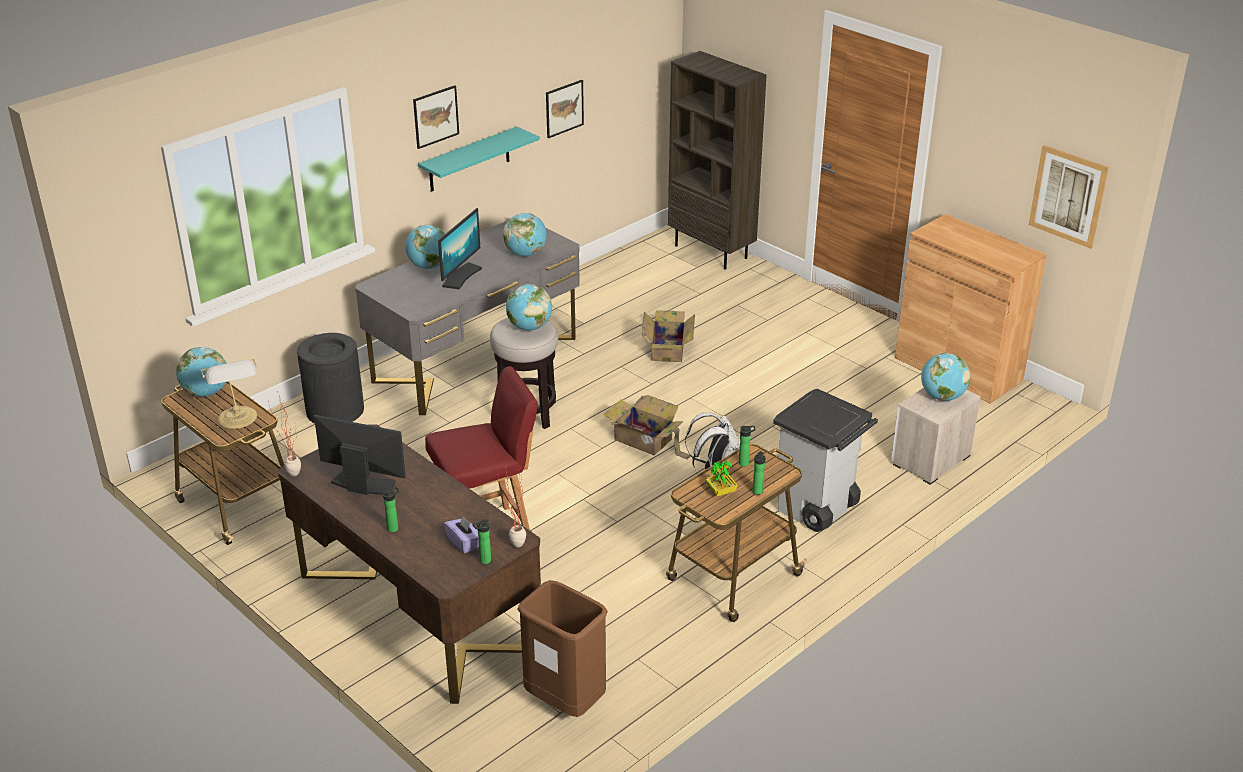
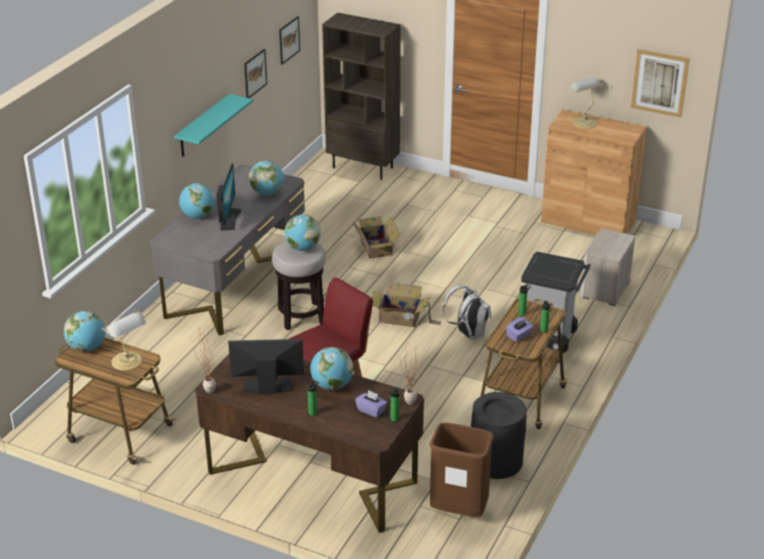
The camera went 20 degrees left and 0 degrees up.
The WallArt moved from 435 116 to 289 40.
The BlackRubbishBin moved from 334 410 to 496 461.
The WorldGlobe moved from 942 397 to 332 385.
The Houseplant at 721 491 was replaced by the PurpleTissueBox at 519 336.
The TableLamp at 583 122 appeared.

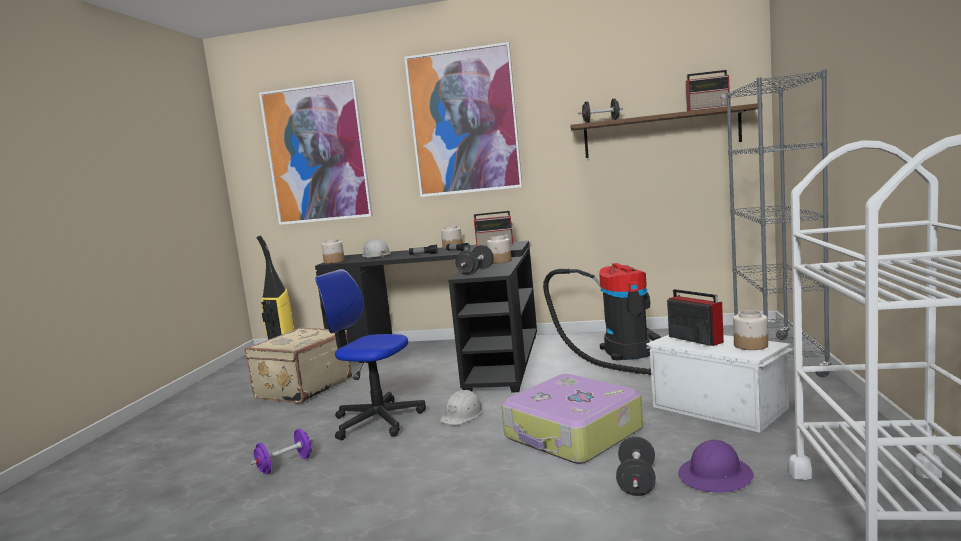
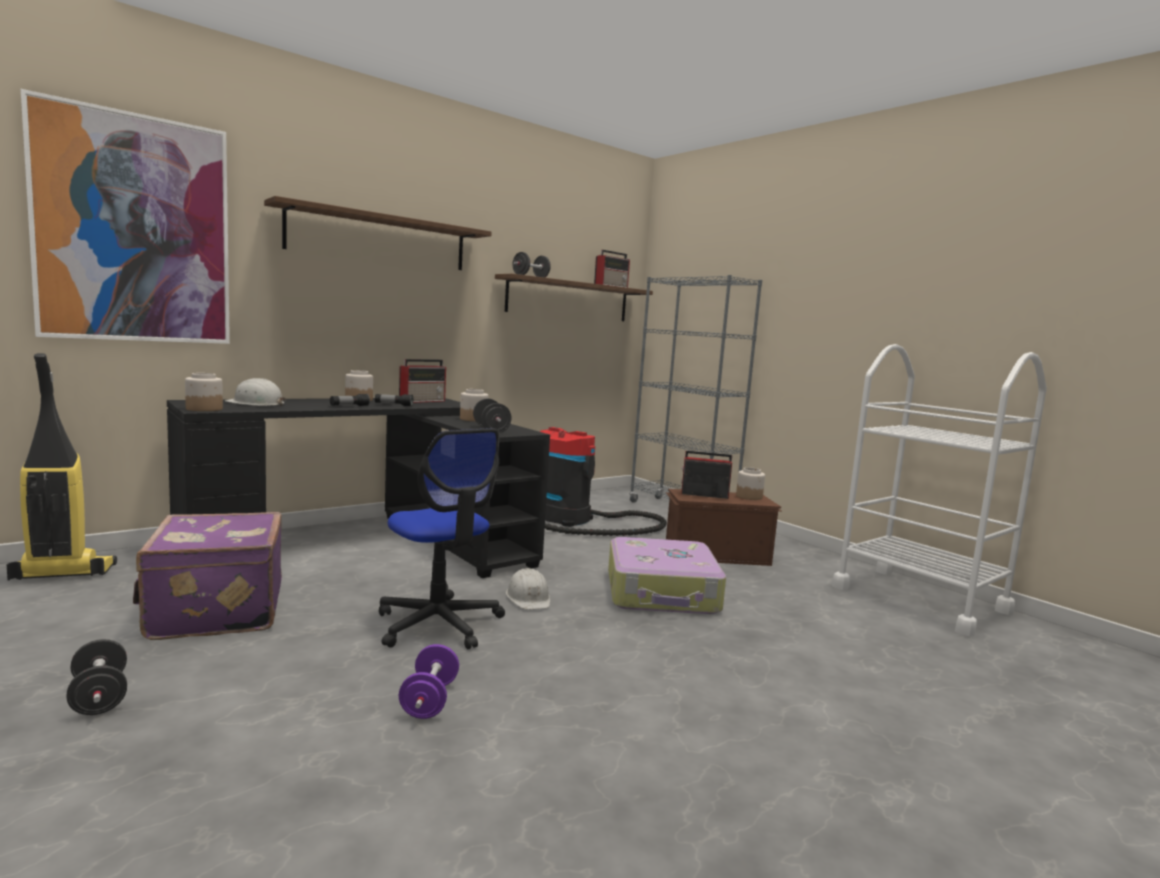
The camera went 50 degrees left and 0 degrees up.
The WallArt at 464 122 was replaced by the Shelf at 379 239.
The OfficeChair at 377 420 turned 105 degrees counterclockwise.
The SandColouredTravelCase at 302 388 became the PurpleTravelCase at 214 611.
The WhiteStorageContainer at 718 406 became the BrownishStorageContainer at 715 552.
The BlackFreeWeight moved from 637 482 to 99 697.
The PurpleSafetyHelmet at 716 476 disappeared.

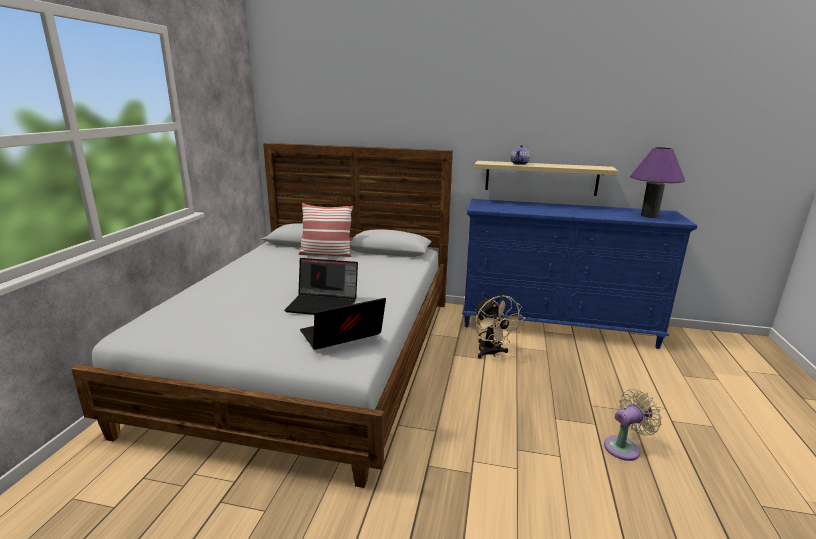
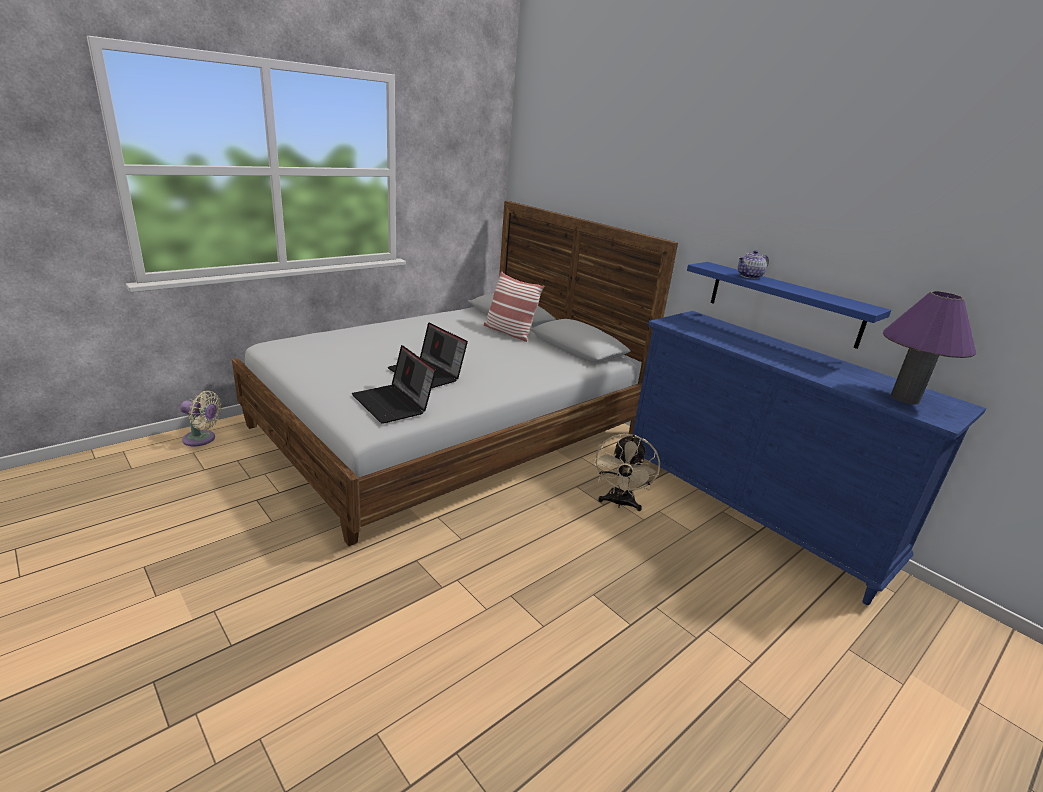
The camera went 35 degrees right and 5 degrees up.
The SandColouredShelf at 541 178 became the BluishShelf at 783 303.
The PortableComputer at 341 336 turned 135 degrees counterclockwise.
The SandColouredFan moved from 624 447 to 202 439.

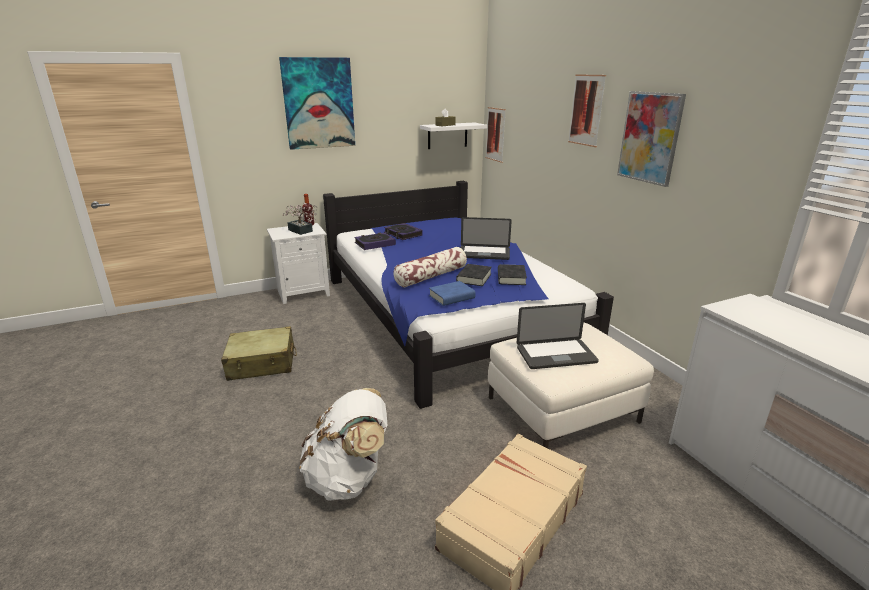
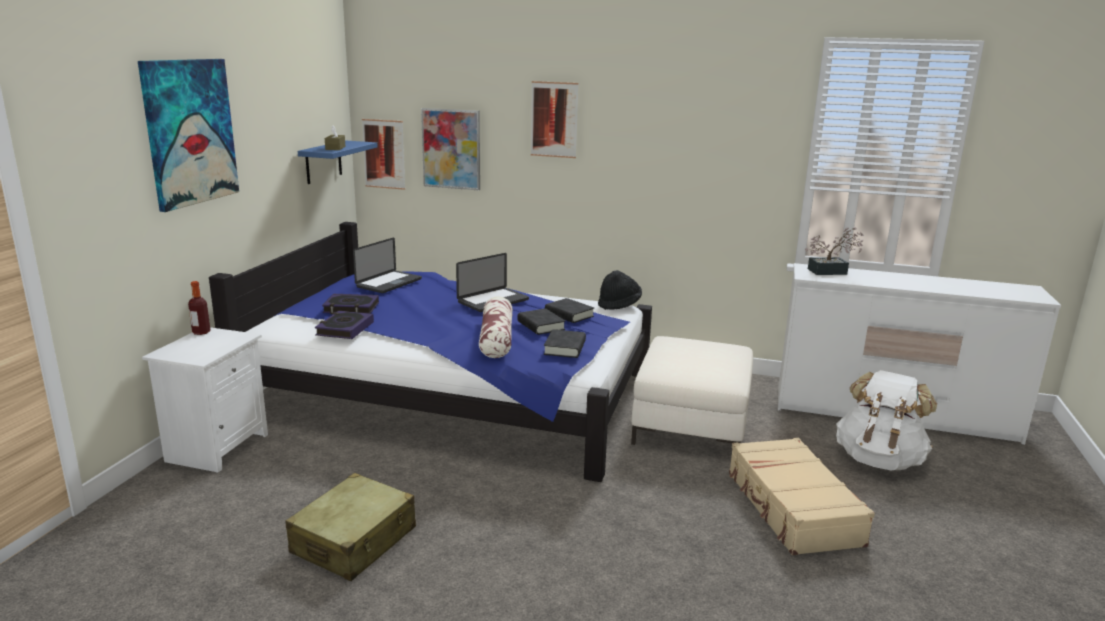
The camera went 50 degrees left and 5 degrees down.
The WallArt moved from 650 138 to 451 149.
The WhiteShelf at 447 135 became the BluishShelf at 323 162.
The Houseplant moved from 301 231 to 831 271.
The BluishBoundBook at 452 297 became the BlackBoundBook at 565 348.
The PortableComputer moved from 556 355 to 389 283.
The WhiteRucksack moved from 349 478 to 879 460.
The BlackClothingHat at 619 305 appeared.

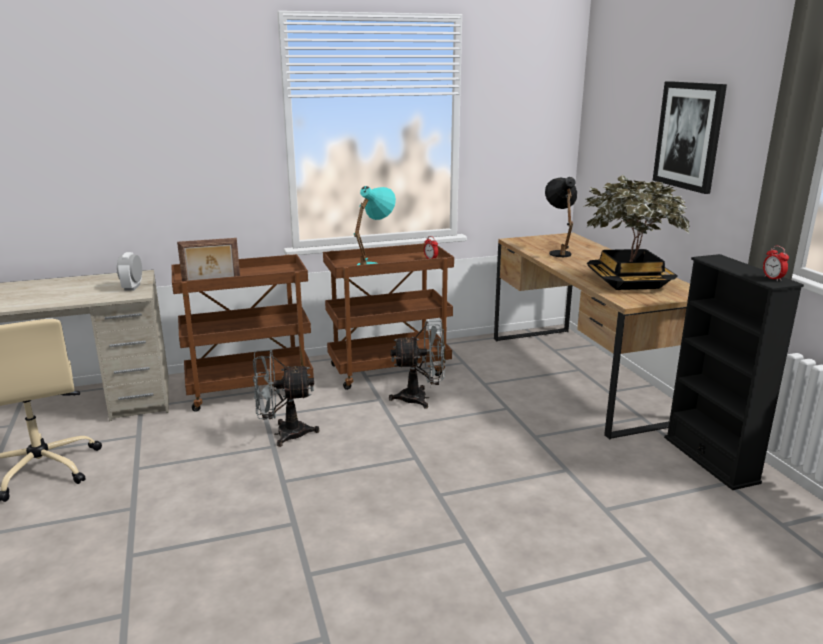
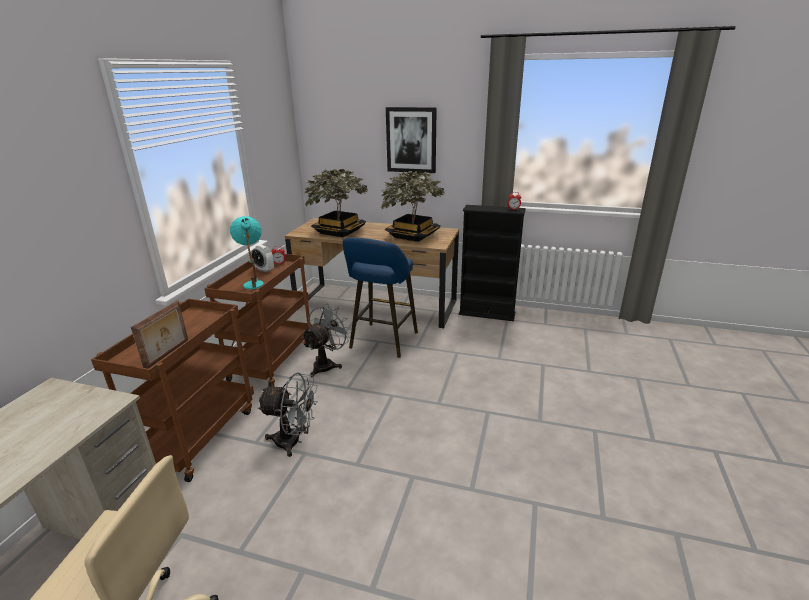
The camera went 55 degrees left and 5 degrees up.
The BlackTableLamp at 559 252 was replaced by the Houseplant at 339 232.
The BedsideClock moved from 132 287 to 264 270.
The GreyFan at 283 434 turned 105 degrees counterclockwise.
The BluishStool at 382 342 appeared.

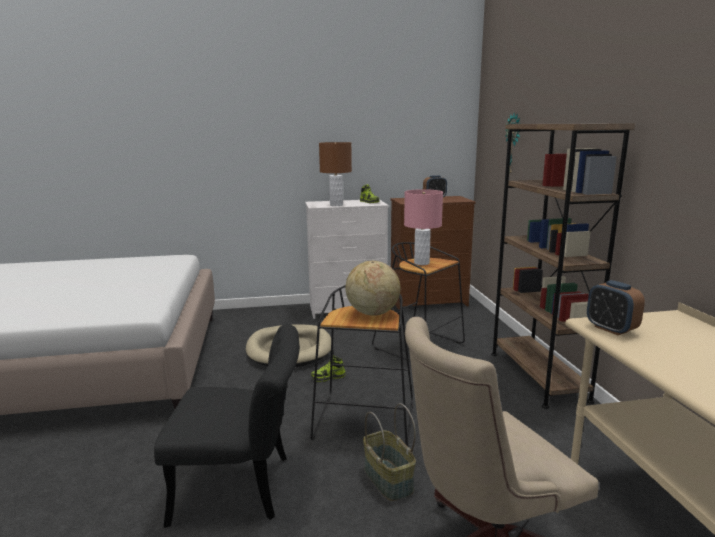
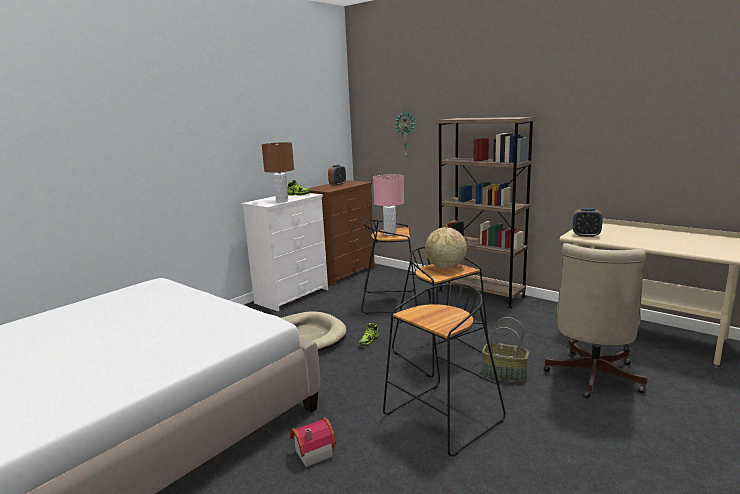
The camera went 40 degrees left and 0 degrees up.
The BlackUprightChair at 243 488 was replaced by the BlackStool at 442 419.
The MiniatureHouse at 311 452 appeared.

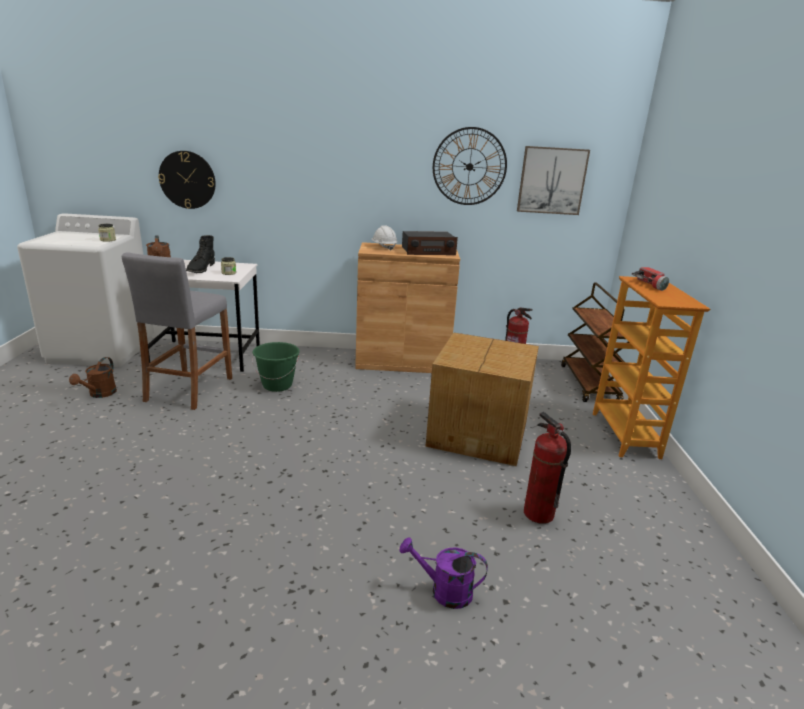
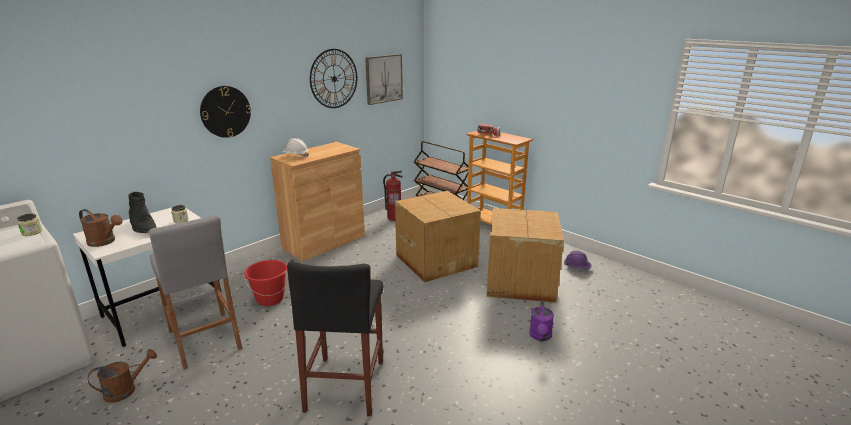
The camera went 45 degrees left and 0 degrees up.
The HangingClock moved from 187 180 to 225 111.
The RadioSet at 428 251 disappeared.
The GreenPail at 277 385 became the ReddishPail at 270 299.
The BrownishSprinklingCan at 99 394 turned 90 degrees counterclockwise.
The FireFightingCylinder at 538 514 was replaced by the PackingBox at 519 282.
The PurpleSprinklingCan at 444 591 turned 45 degrees counterclockwise.
The PurpleSafetyHelmet at 577 268 appeared.
The BlackStool at 345 385 appeared.

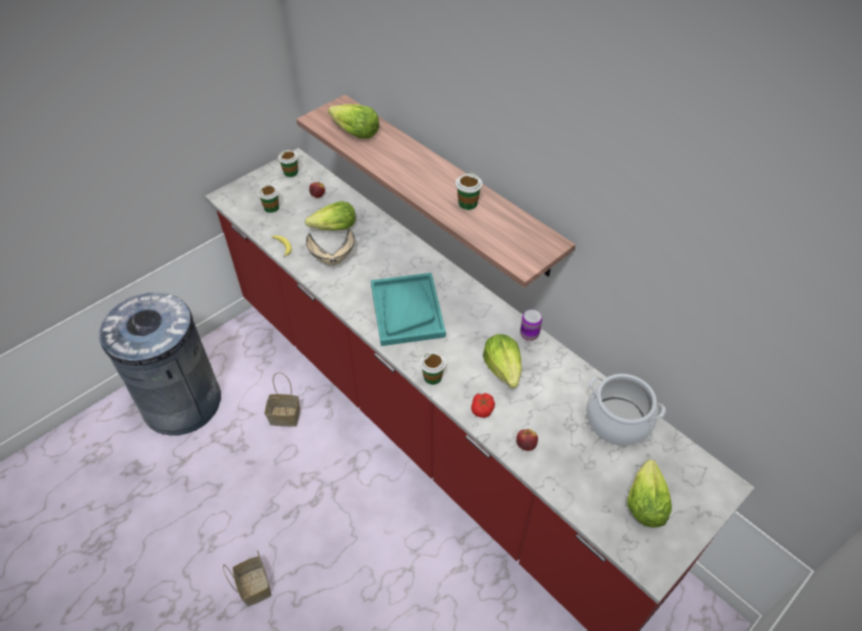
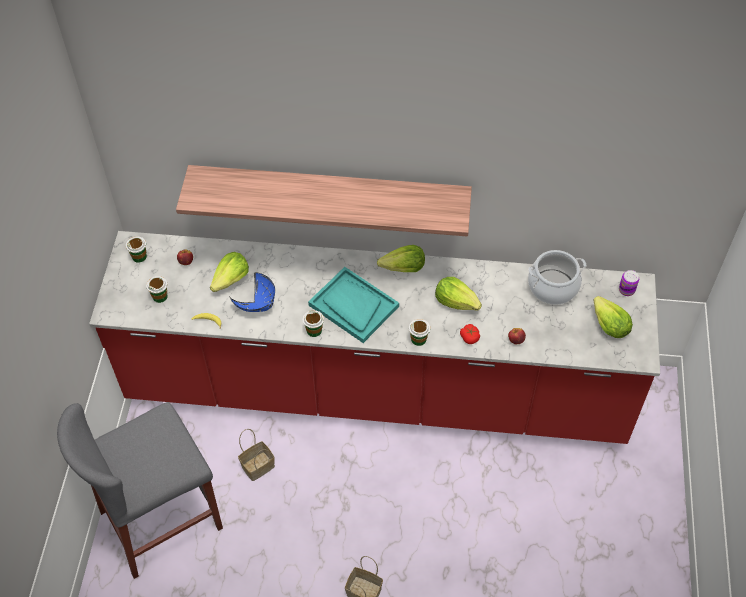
The camera went 40 degrees left and 5 degrees up.
The Lettuce moved from 355 133 to 403 268.
The Cup moved from 467 203 to 314 330.
The SandColouredBowl at 333 259 became the BluishBowl at 258 304.
The GreyRubbishBin at 182 403 was replaced by the GreyStool at 161 519.
The SealedCan moved from 529 334 to 626 290.

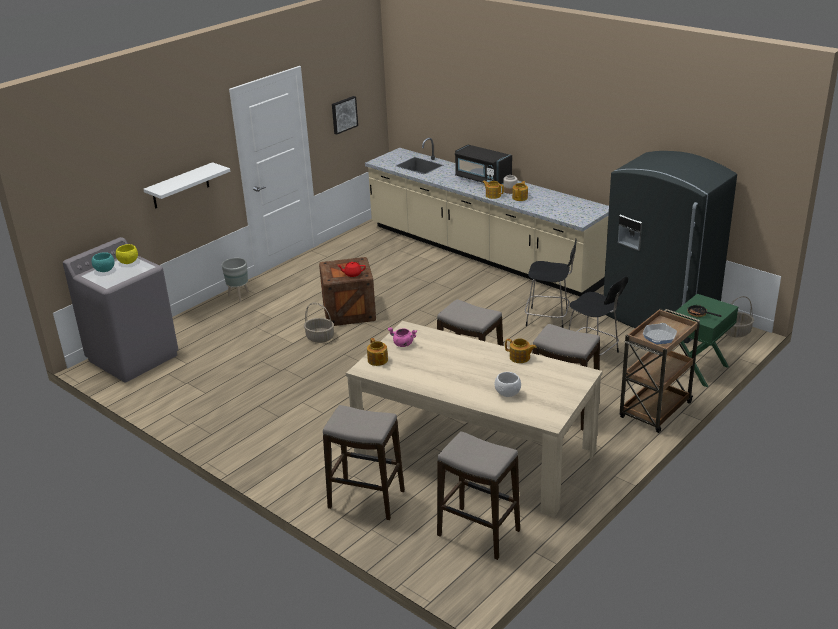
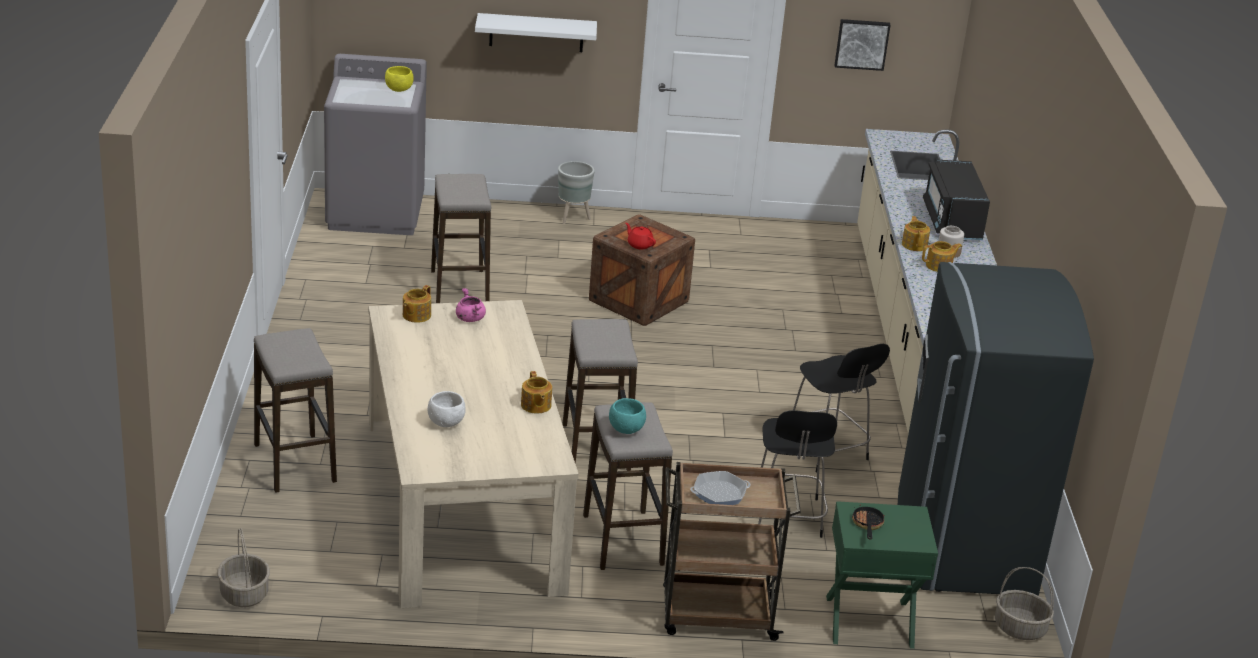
The camera went 45 degrees right and 0 degrees up.
The BlueGreenBowl moved from 105 270 to 626 430.
The Basket moved from 320 337 to 245 594.
The Stool moved from 478 533 to 459 289.

